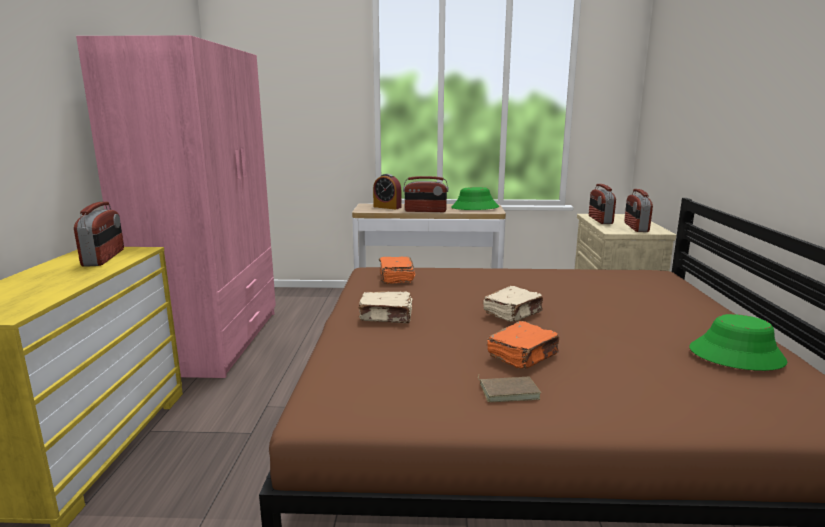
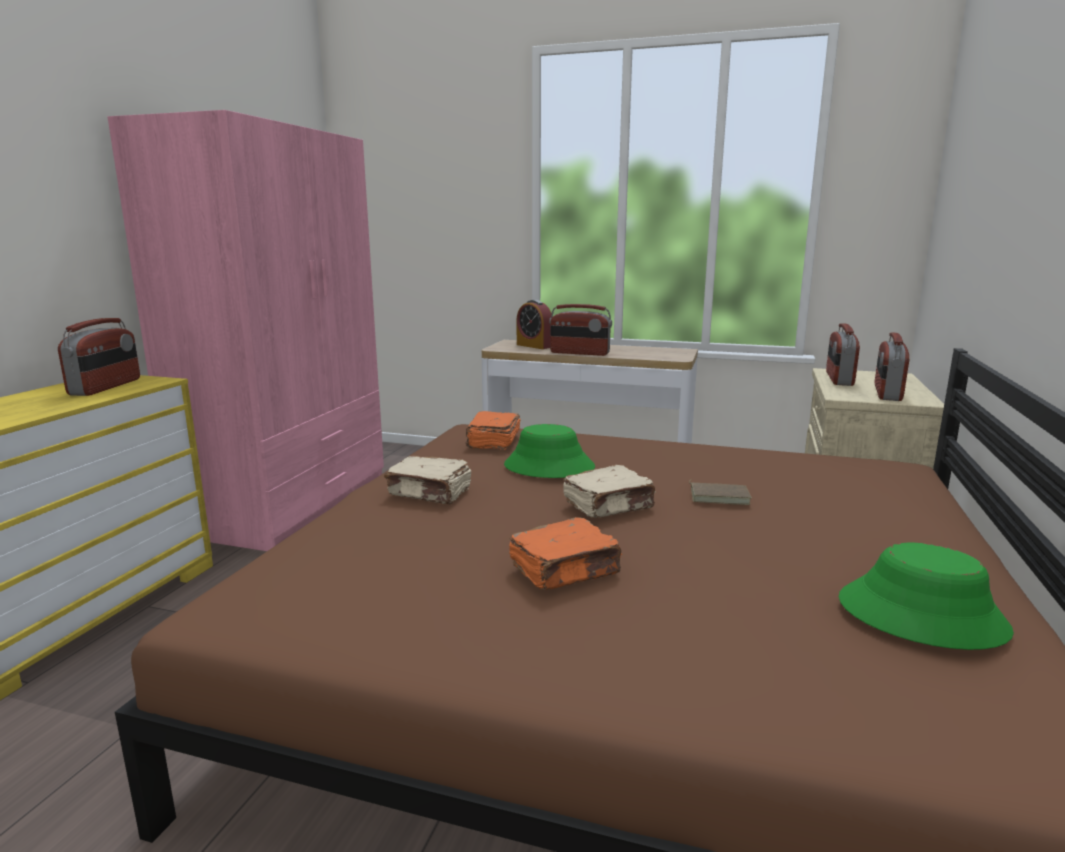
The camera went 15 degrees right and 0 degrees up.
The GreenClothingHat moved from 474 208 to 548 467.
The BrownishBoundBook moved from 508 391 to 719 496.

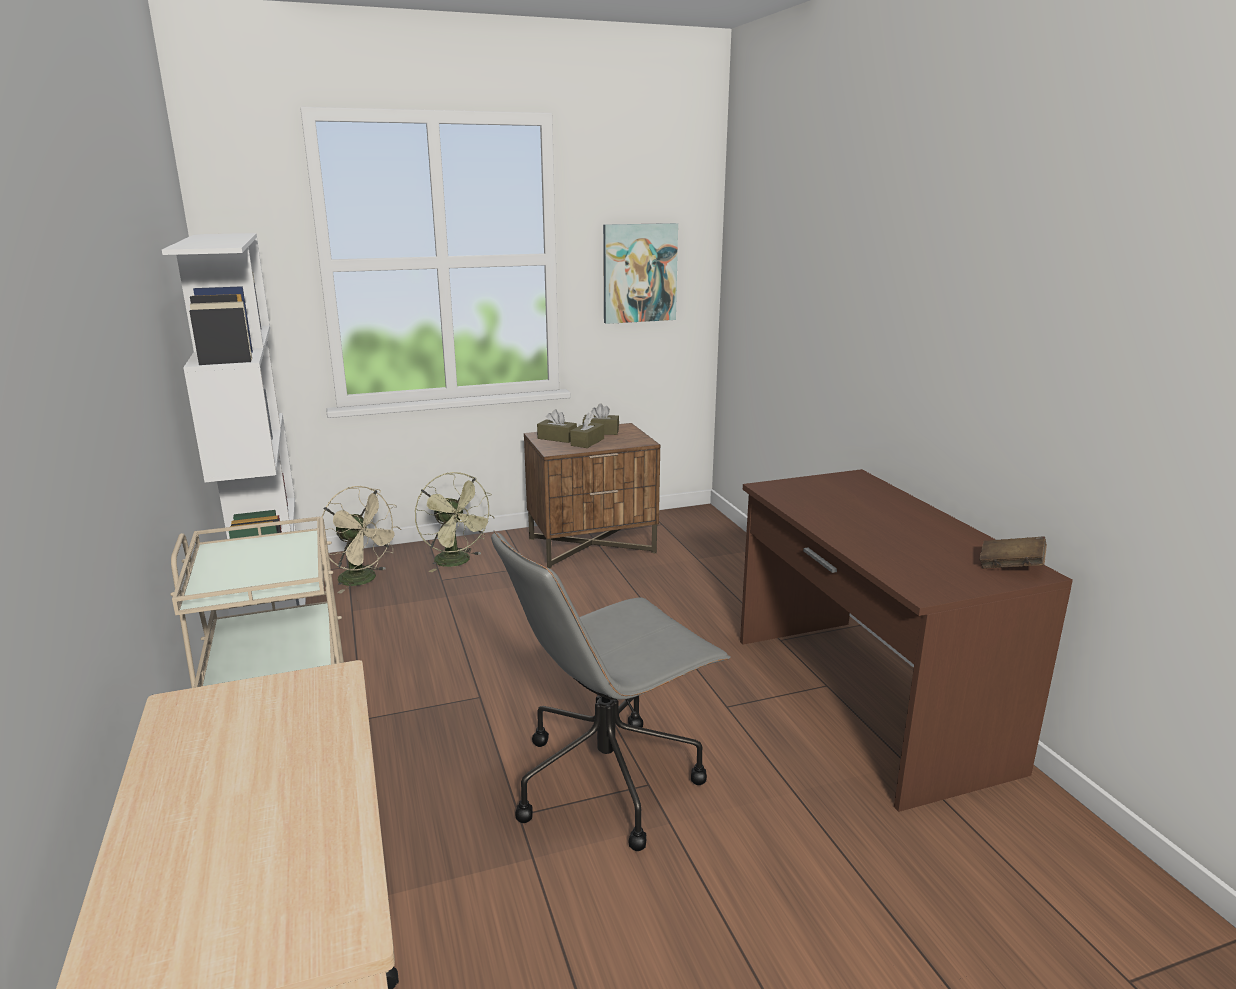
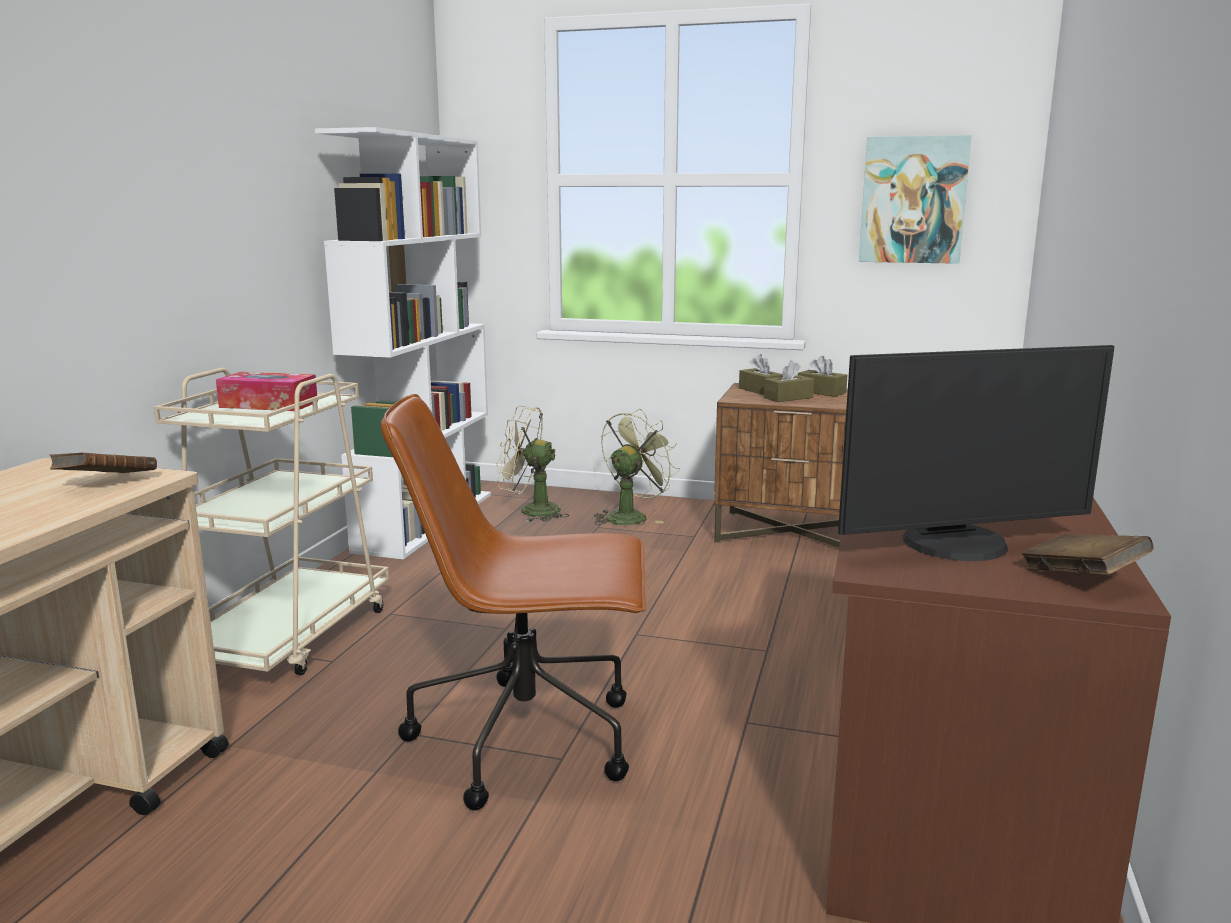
The camera went 35 degrees right and 5 degrees down.
The GreenFan at 457 562 turned 135 degrees counterclockwise.
The SandColouredFan at 364 580 turned 120 degrees clockwise.
The GreyOfficeChair at 609 779 became the BrownishOfficeChair at 529 738.
The ComputerScreen at 958 545 appeared.
The TissueBox at 269 404 appeared.
The BrownishBoundBook at 107 484 appeared.

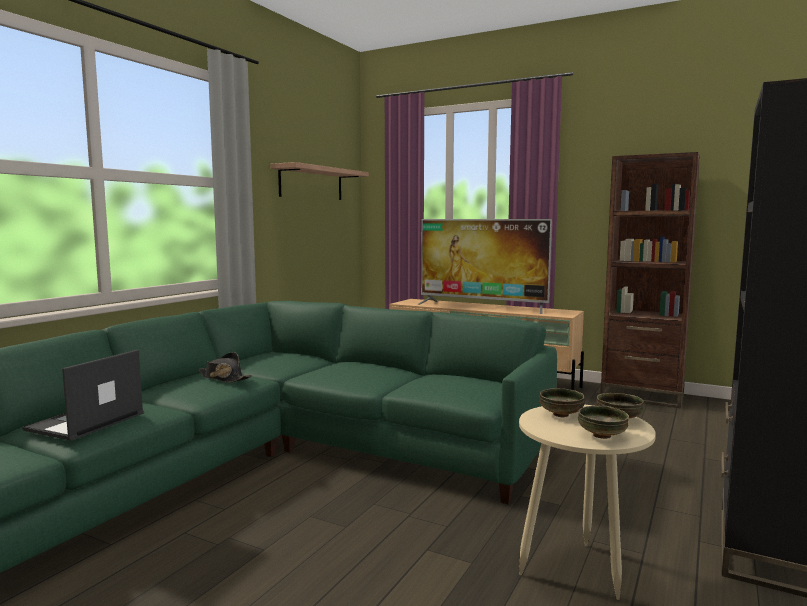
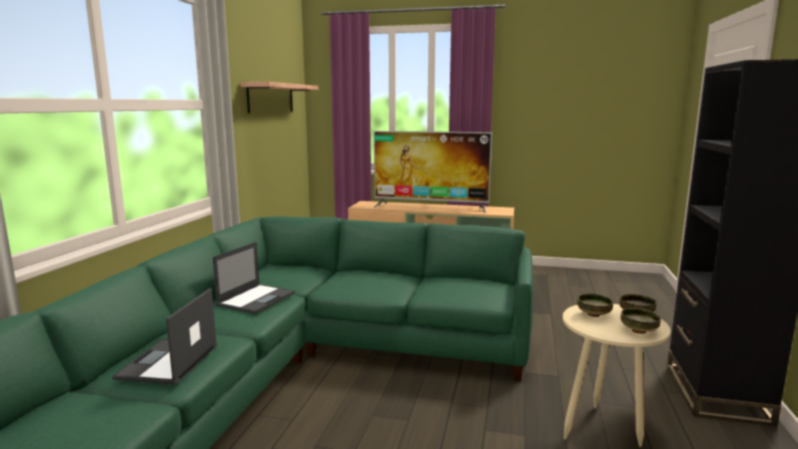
The camera went 15 degrees left and 5 degrees up.
The BrownishBookshelf at 642 396 disappeared.
The BlackClothingHat at 224 378 was replaced by the PortableComputer at 257 299.

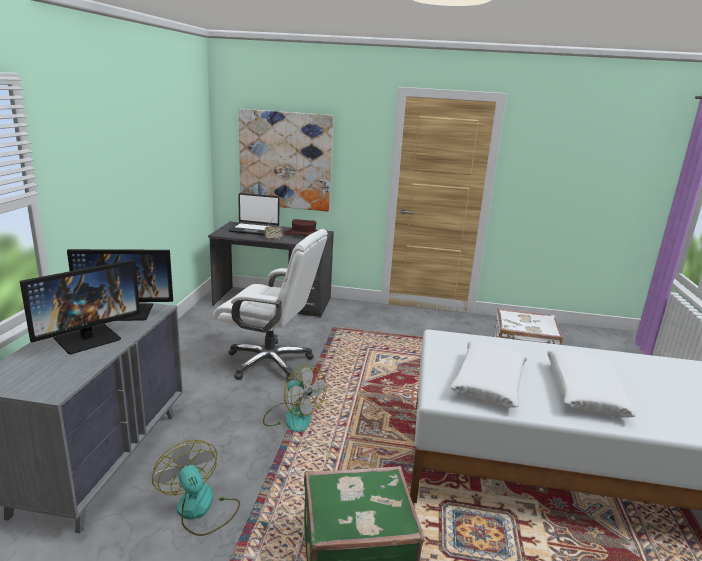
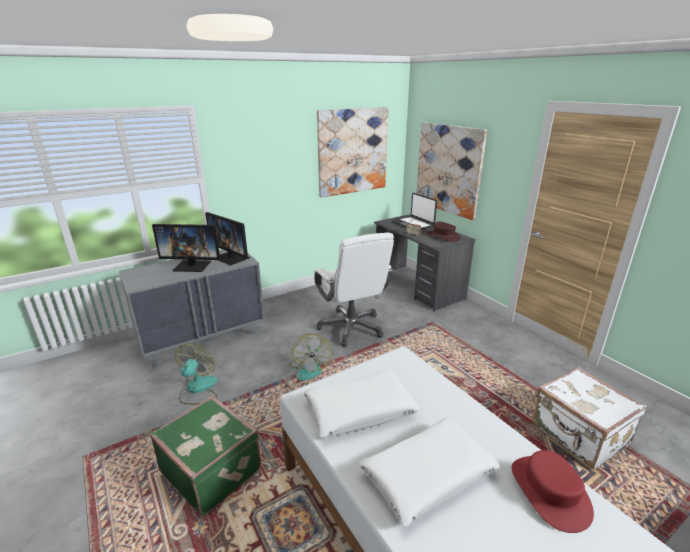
The camera went 50 degrees right and 5 degrees up.
The WallArt at 352 151 appeared.
The ReddishClothingHat at 550 491 appeared.

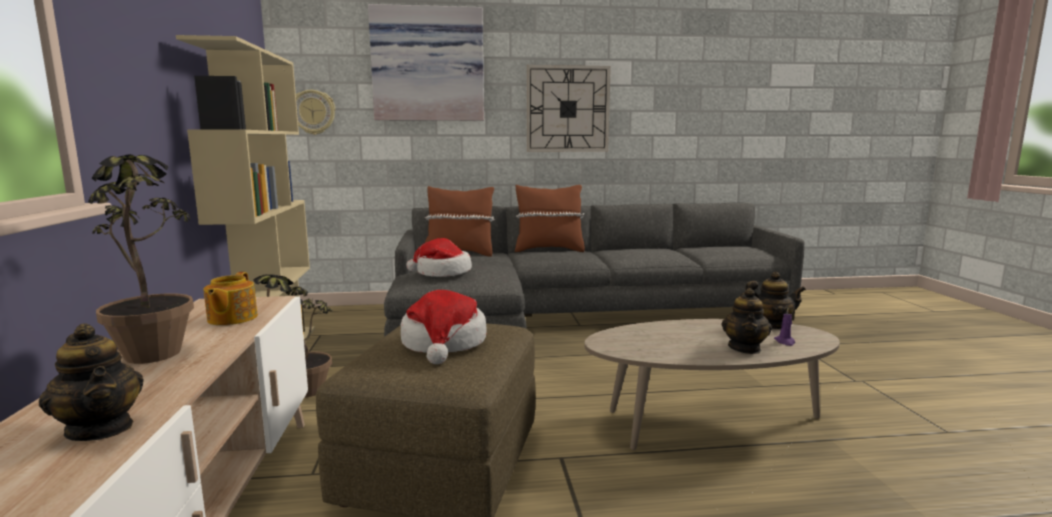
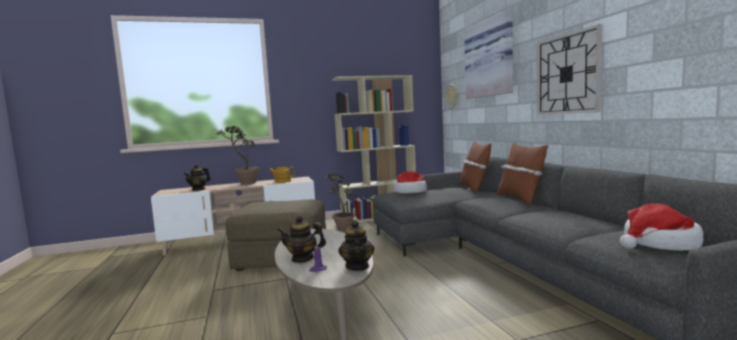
The camera went 80 degrees right and 5 degrees down.
The ClothingHat moved from 444 343 to 659 244.

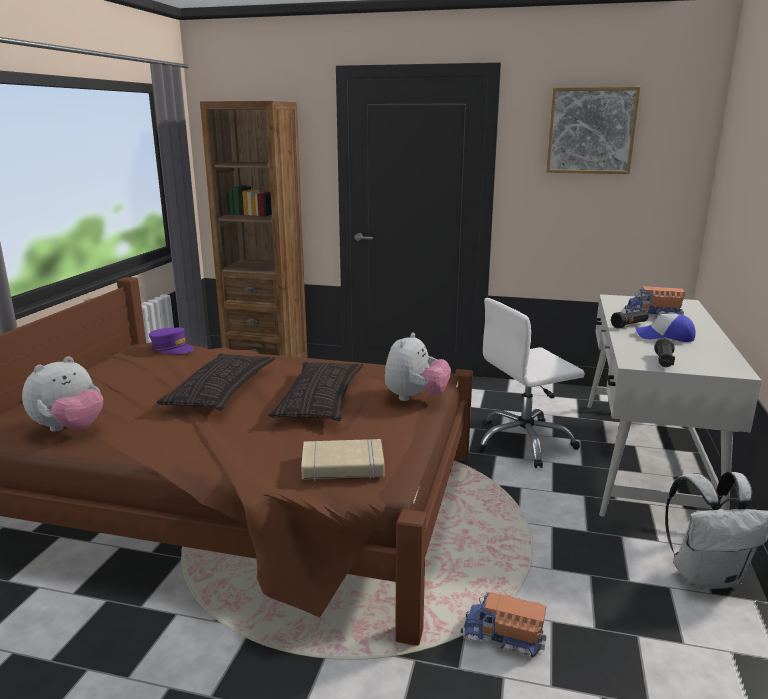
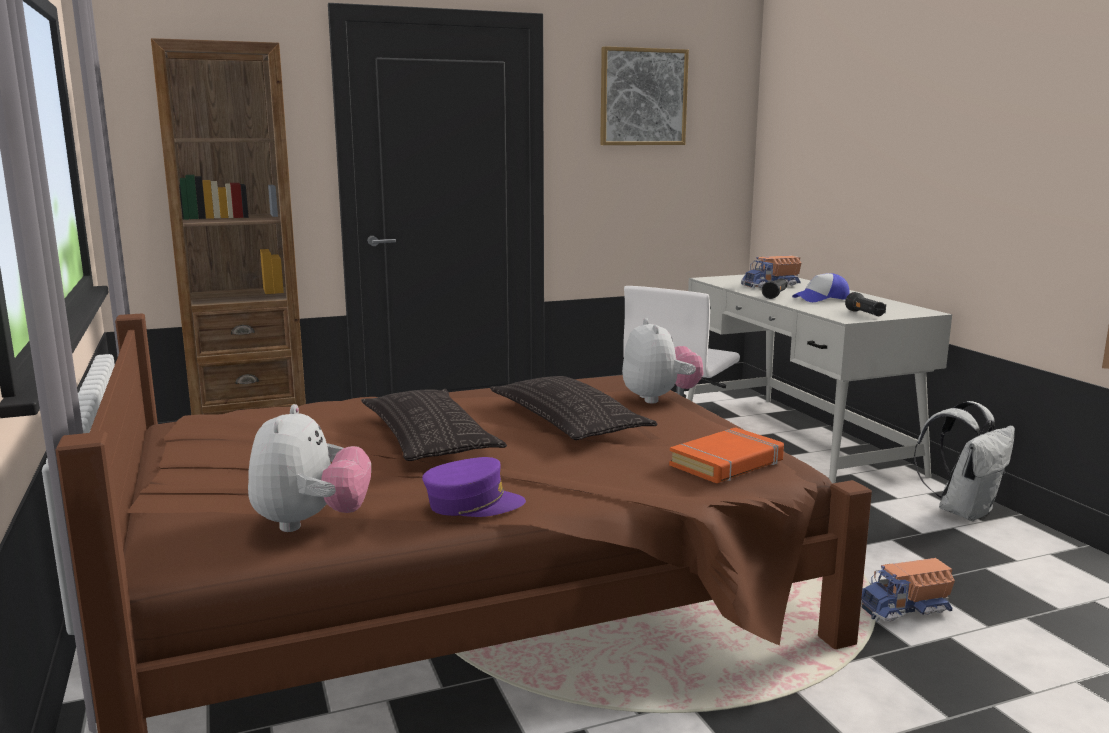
The camera went 35 degrees left and 5 degrees down.
The PurpleCap moved from 172 348 to 473 504.
The SandColouredBoundBook at 343 466 became the OrangeyBoundBook at 727 463.

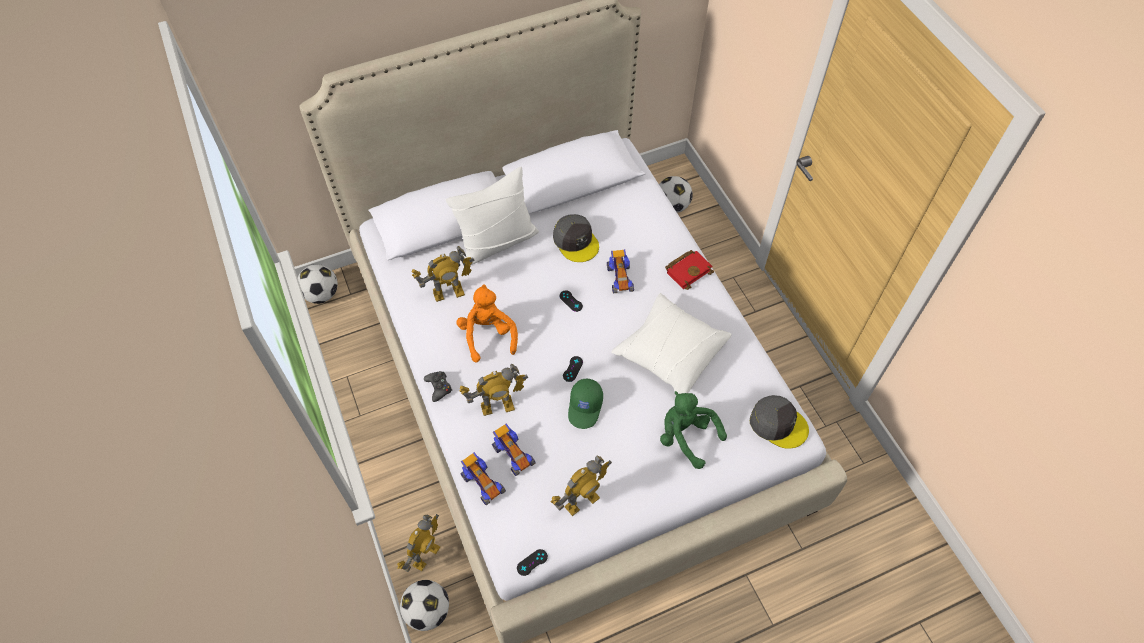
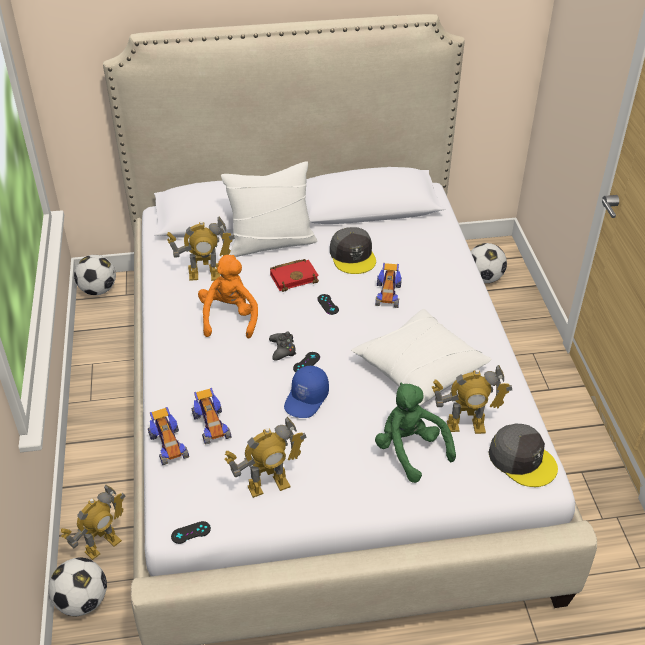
The camera went 15 degrees right and 15 degrees down.
The ReddishBoundBook moved from 688 270 to 294 277.
The ModelRobot moved from 497 406 to 466 426.
The BlackGamepad moved from 439 387 to 282 349.
The GreenCap at 585 407 became the BluishCap at 307 399.

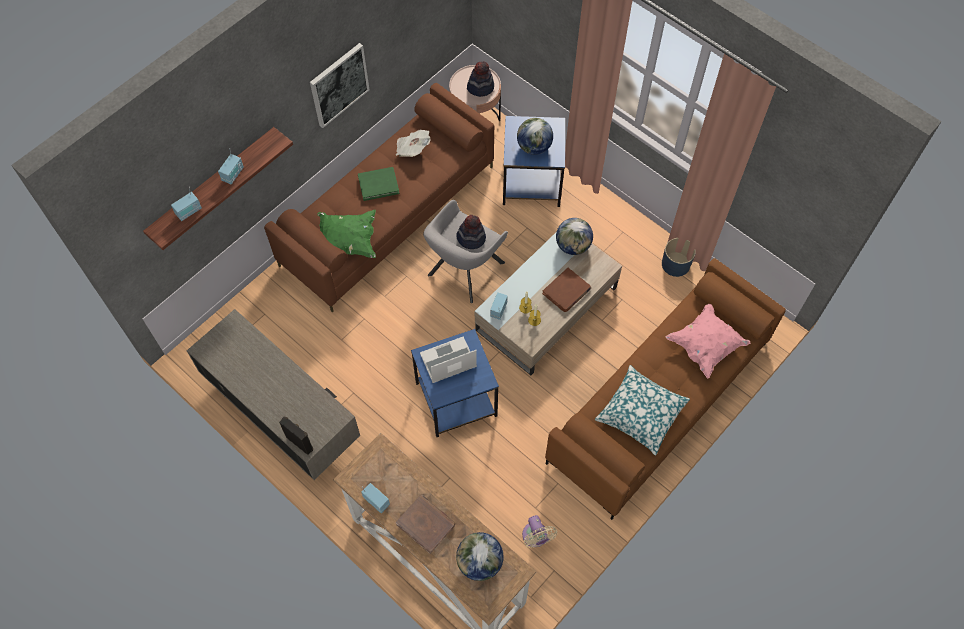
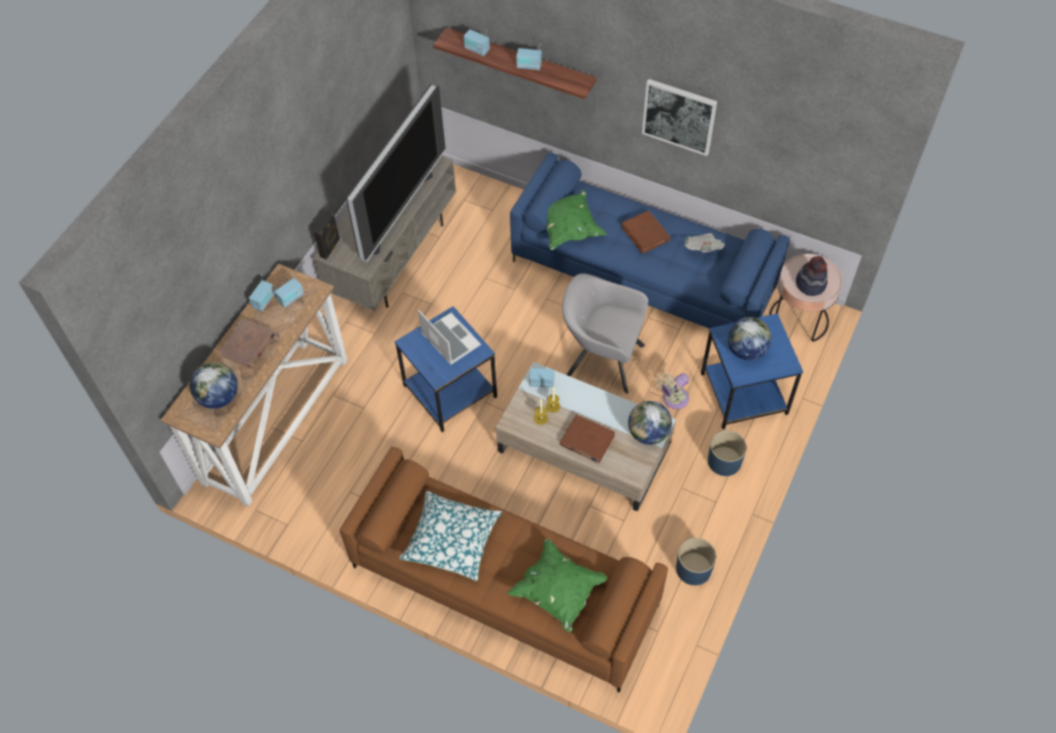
The camera went 75 degrees right and 5 degrees down.
The BrownishCouch at 388 214 became the BluishCouch at 644 274.
The GreenBoundBook at 378 185 became the BrownishBoundBook at 645 233.
The ClothingHat at 471 238 disappeared.
The PinkThrowPillow at 705 346 became the GreenThrowPillow at 557 591.
The SandColouredFan moved from 536 537 to 673 399.
The TvSet at 397 210 appeared.
The RadioSet at 291 298 appeared.
The BluishFlowerPot at 724 461 appeared.

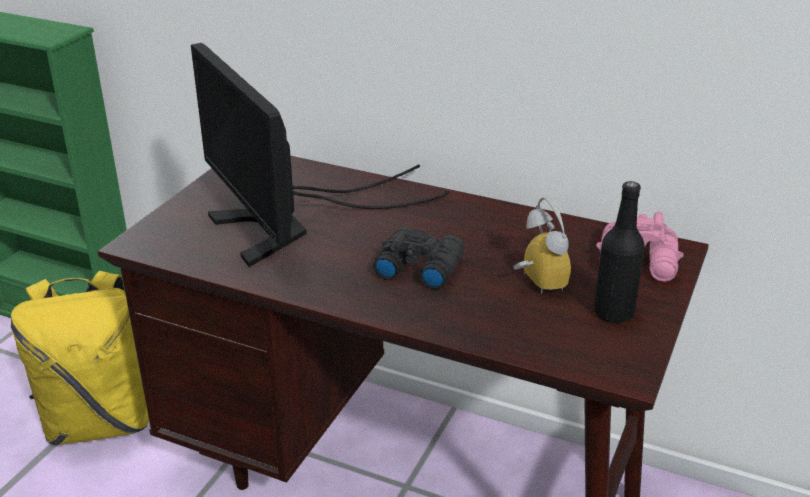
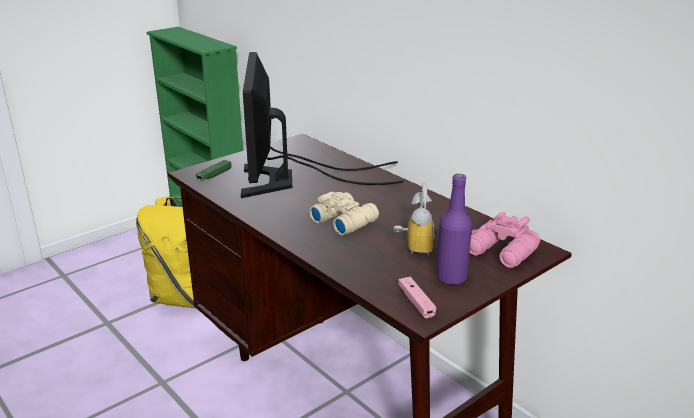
The camera went 25 degrees right and 5 degrees down.
The BlackBeverageBottle at 613 313 became the PurpleBeverageBottle at 451 277.
The BlackFieldGlasses at 418 267 became the SandColouredFieldGlasses at 344 221.
The GreenGamepad at 214 175 appeared.
The PinkGamepad at 416 302 appeared.

